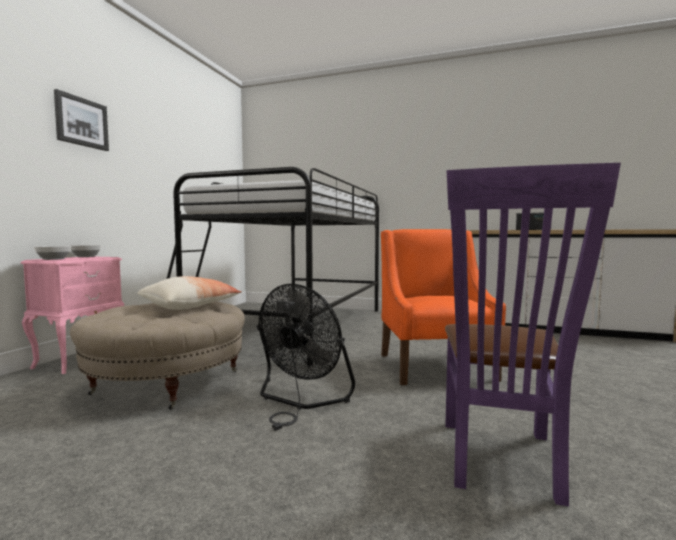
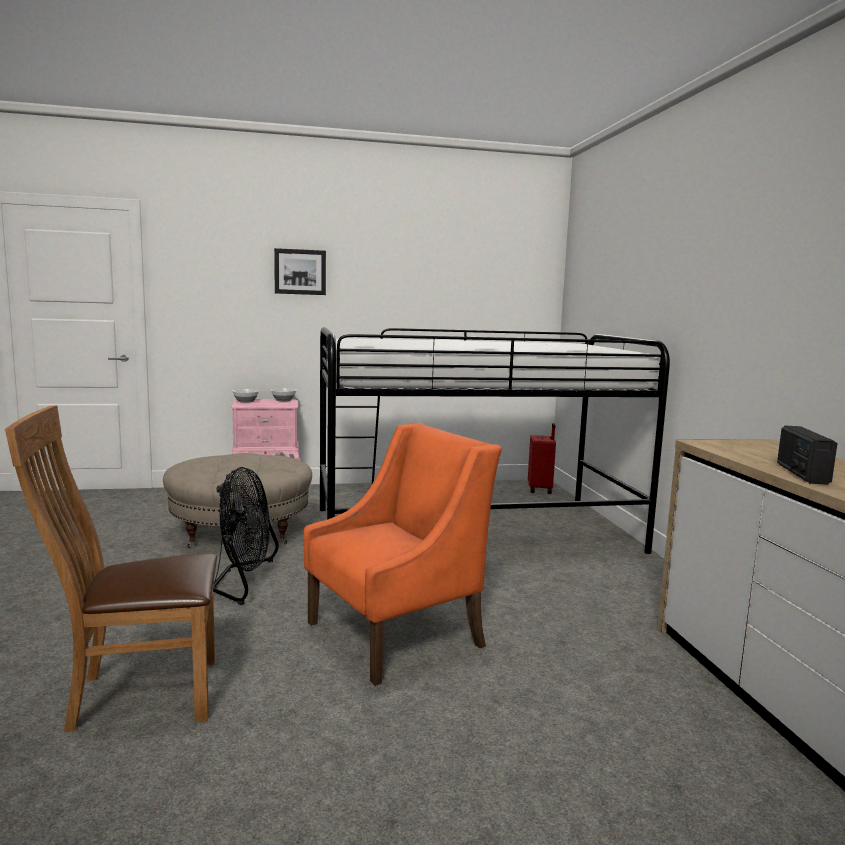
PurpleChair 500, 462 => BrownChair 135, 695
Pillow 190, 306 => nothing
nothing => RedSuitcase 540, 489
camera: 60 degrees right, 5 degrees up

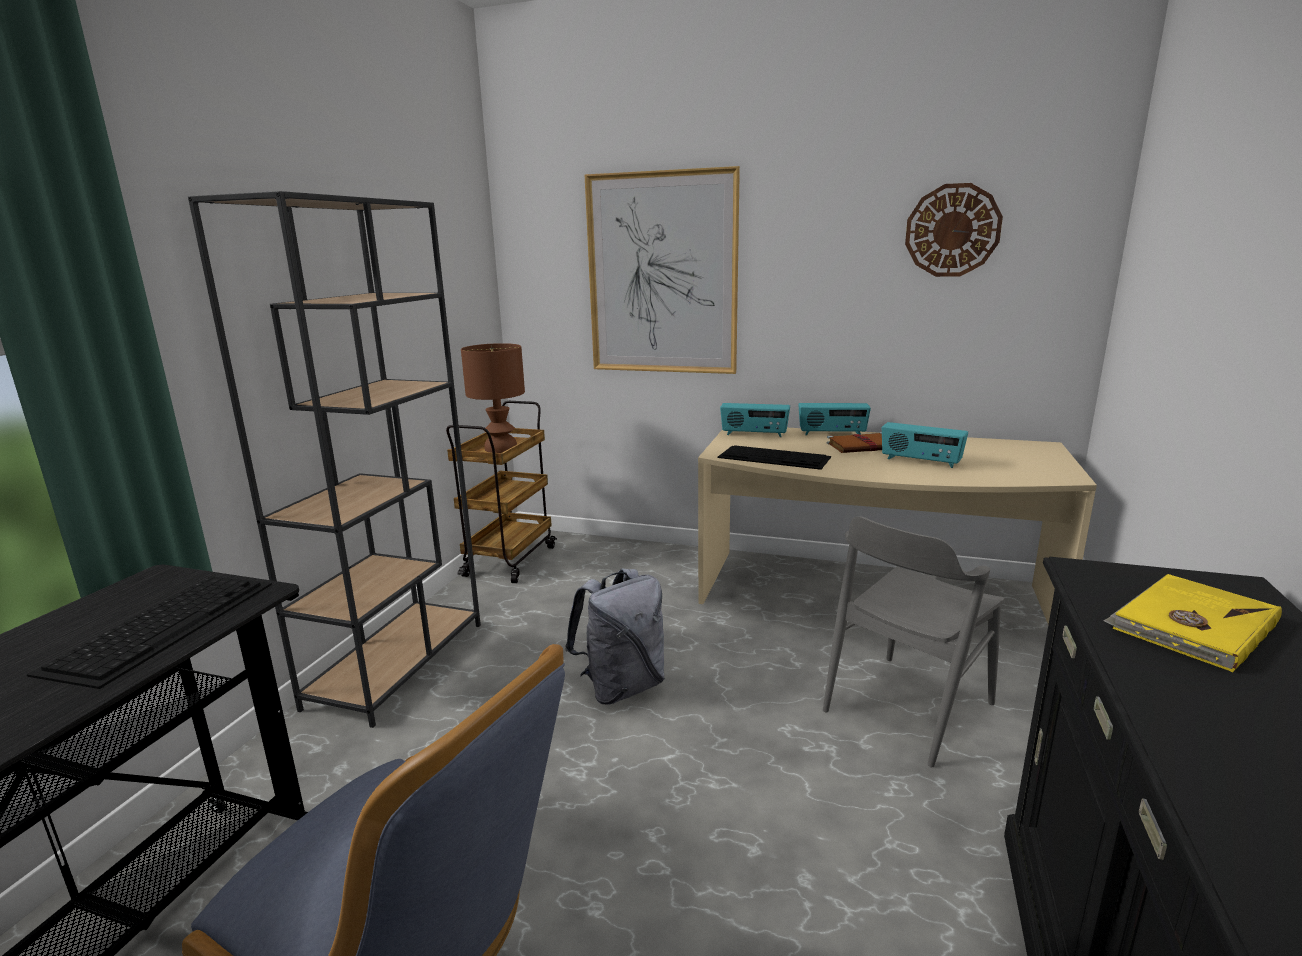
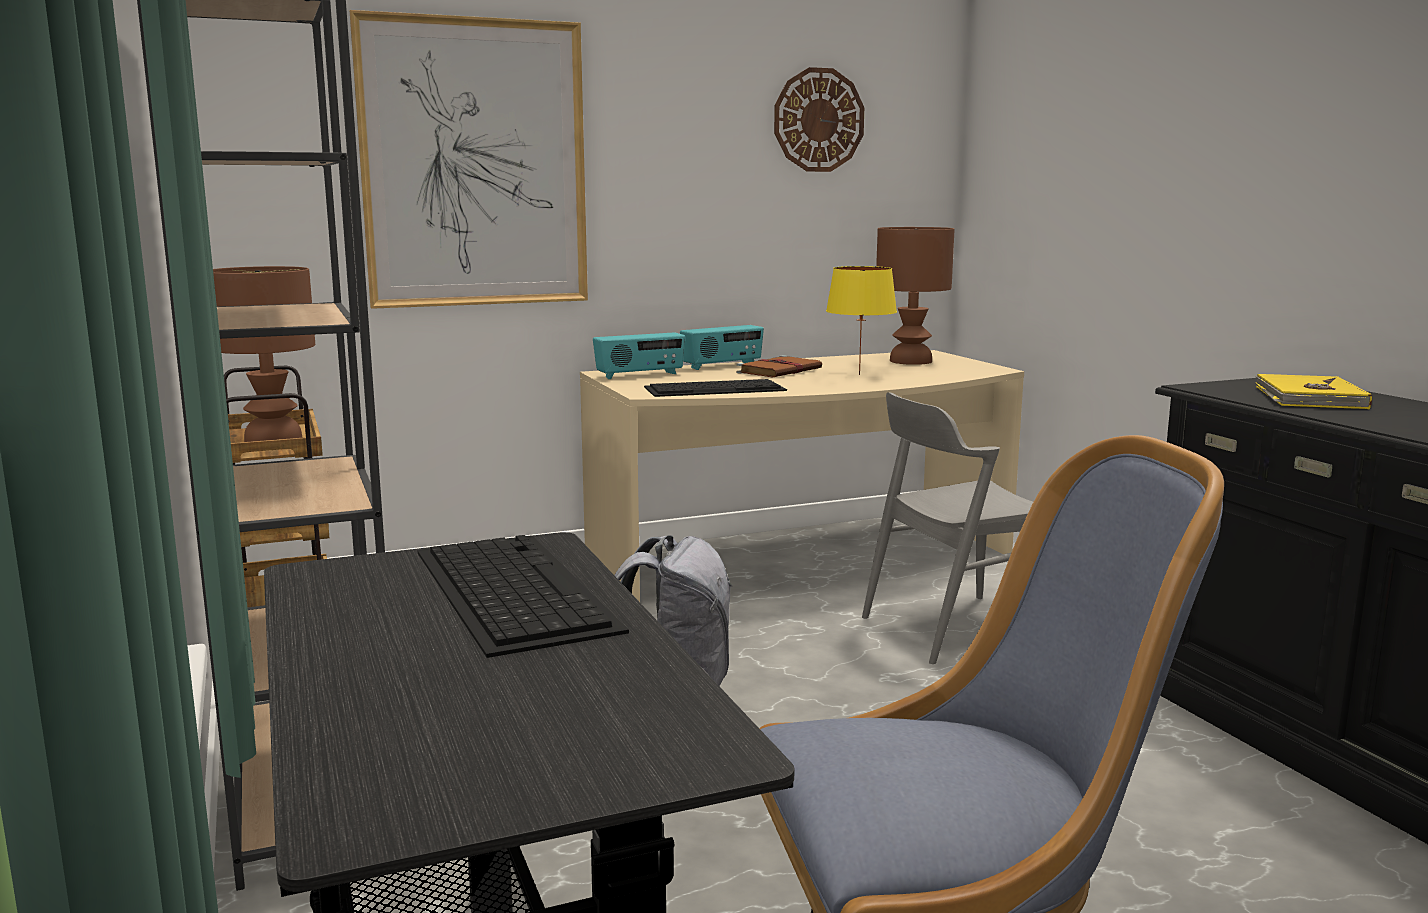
Radio 920, 462 => YellowTableLamp 859, 374
GreyChair 907, 707 => GreyChair 957, 628, 60 degrees clockwise
nothing => BrownTableLamp 909, 361
camera: 40 degrees left, 5 degrees down

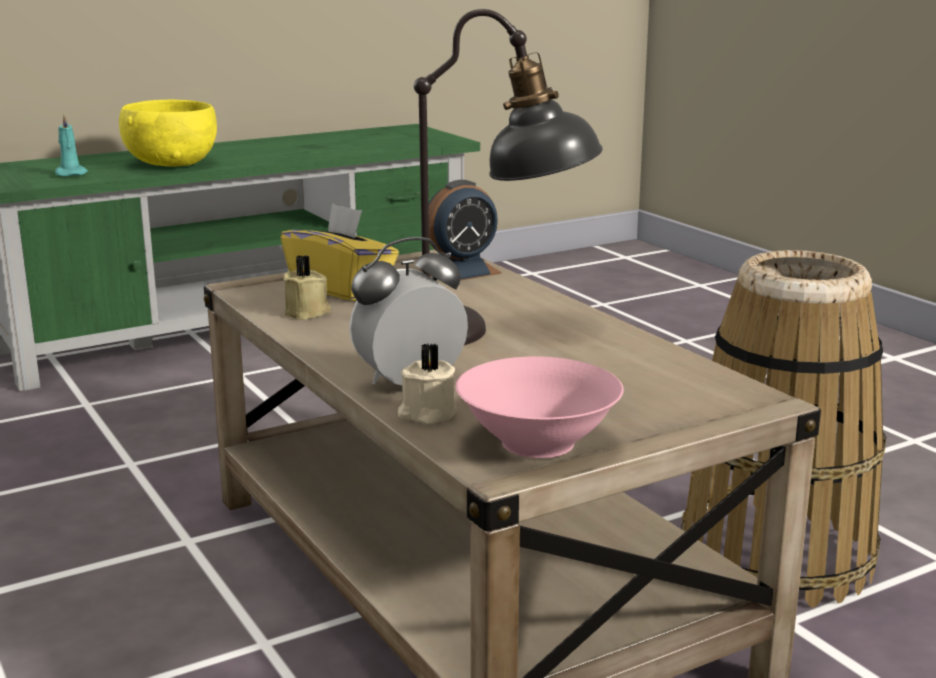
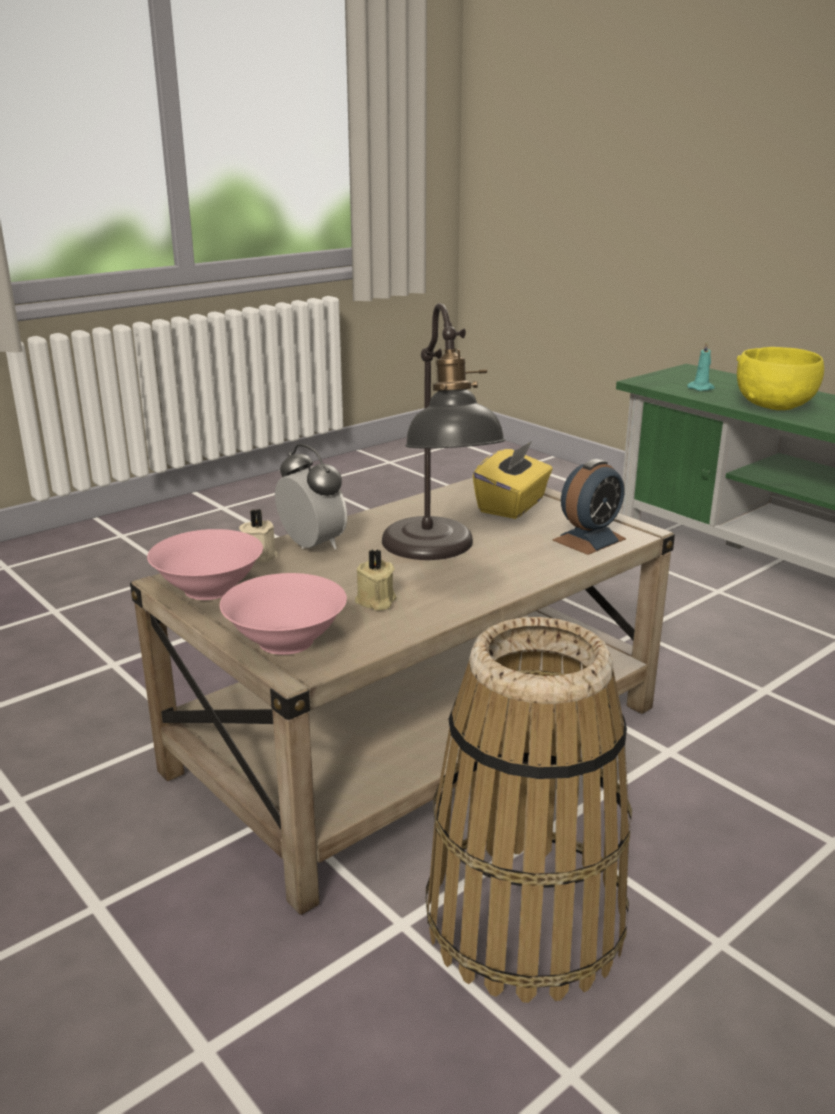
AlarmClock 460, 271 => AlarmClock 589, 539, 90 degrees counterclockwise
BeigeCandle 308, 313 => BeigeCandle 375, 601, relocated
nothing => PinkBowl 287, 641
camera: 80 degrees right, 5 degrees up

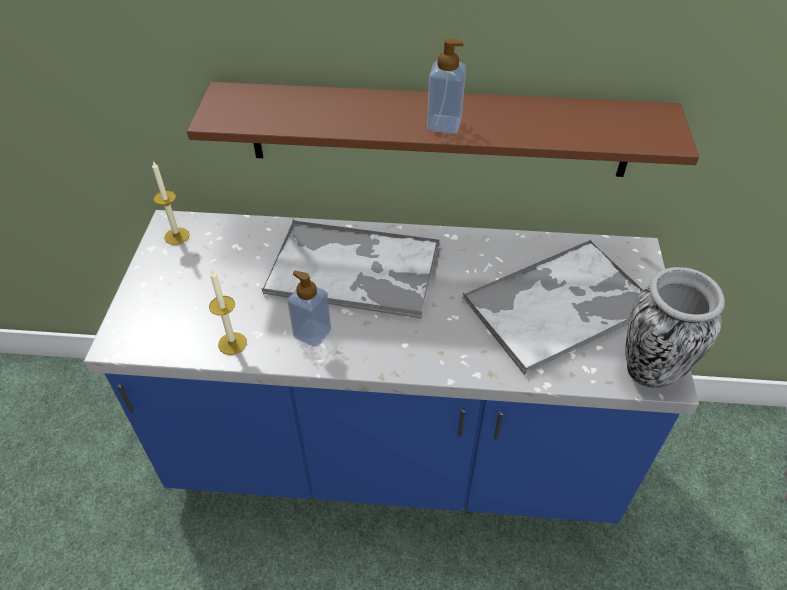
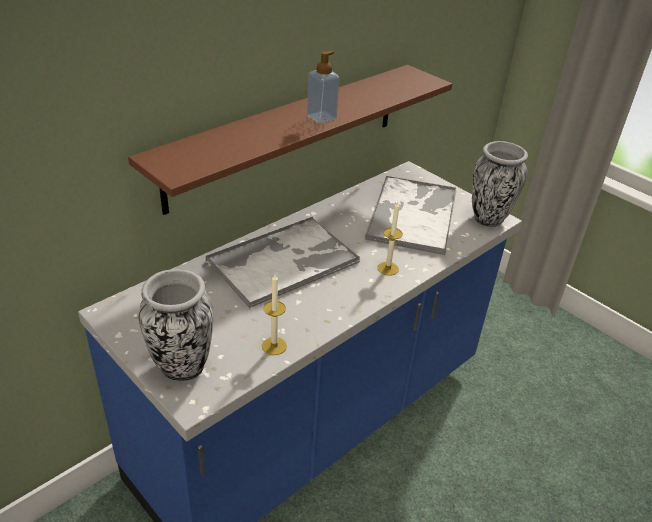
Candle 177, 236 => Candle 388, 268, relocated
SoapDispenser 312, 333 => nothing
nothing => Vase 182, 368
camera: 50 degrees left, 10 degrees down

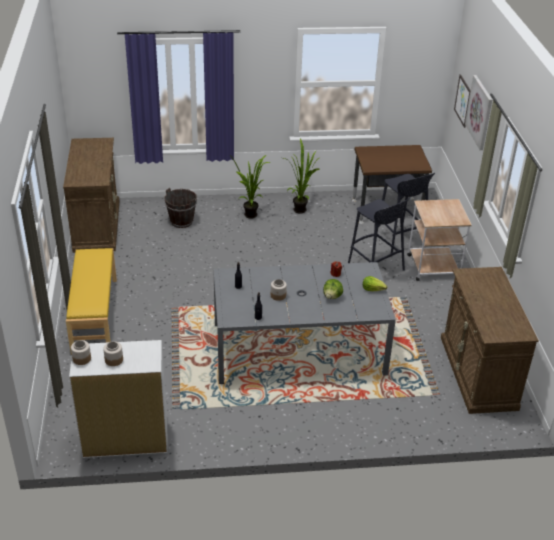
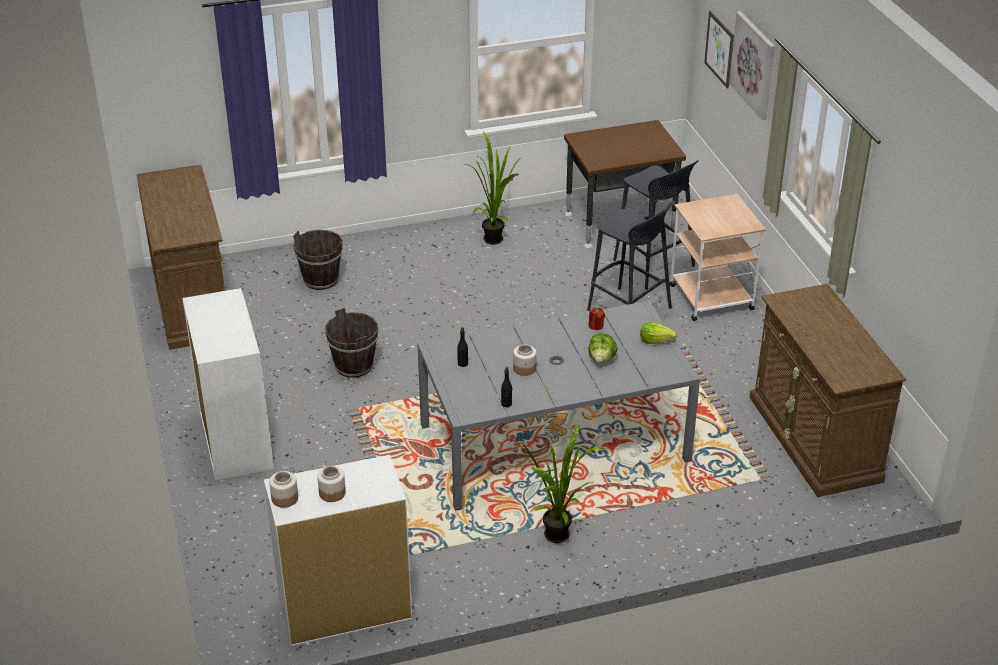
PottedPlant 252, 217 => PottedPlant 560, 539, relocated
YellowBench 94, 315 => WhiteCabinet 236, 439
nothing => BrownBucket 354, 366
camera: 10 degrees left, 0 degrees up

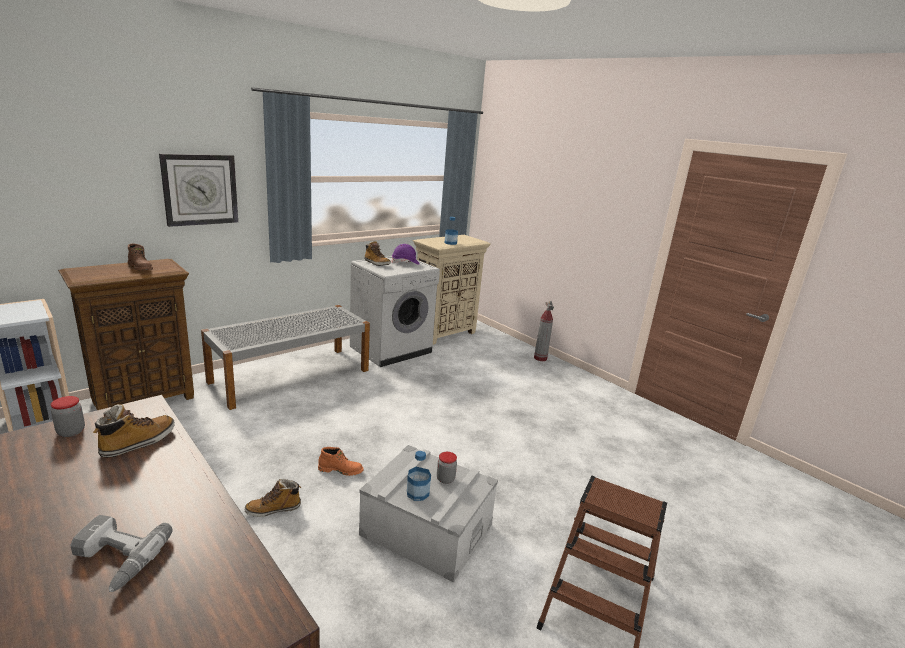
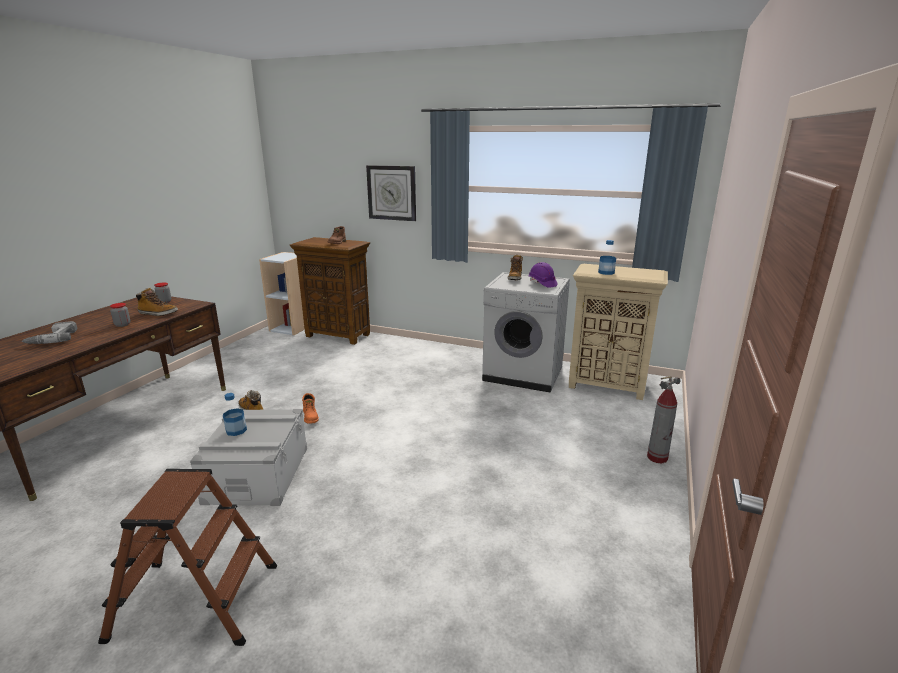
GreyBench 290, 376 => nothing
Jar 445, 479 => Jar 122, 324, relocated
camera: 65 degrees right, 0 degrees up

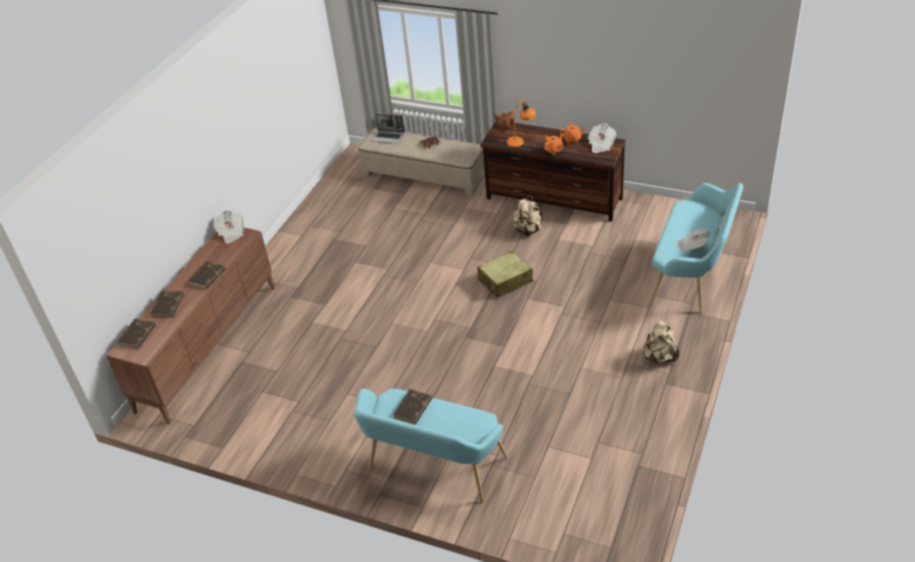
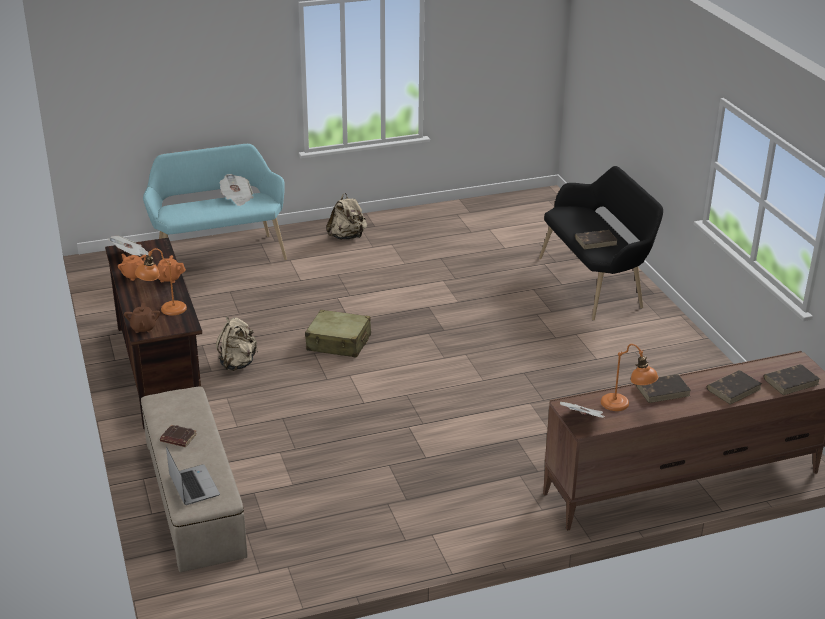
TurquoiseBench 433, 467 => BlackBench 596, 283
nothing => OrangeTableLamp 626, 406
camera: 135 degrees left, 10 degrees down

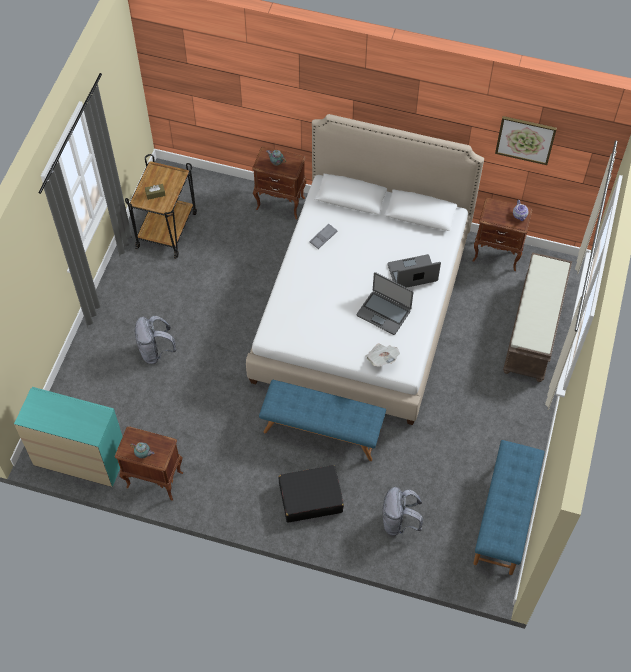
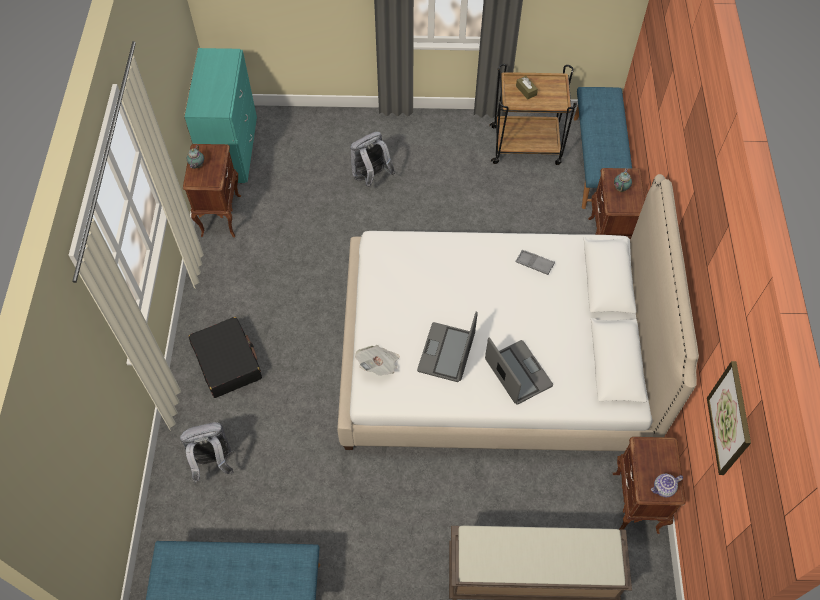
BlueBench 322, 430 => BlueBench 597, 162, relocated
camera: 75 degrees right, 0 degrees up

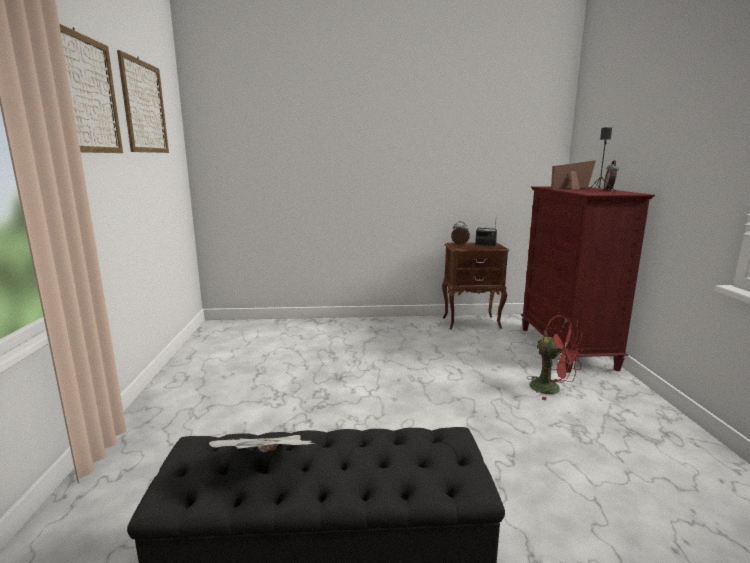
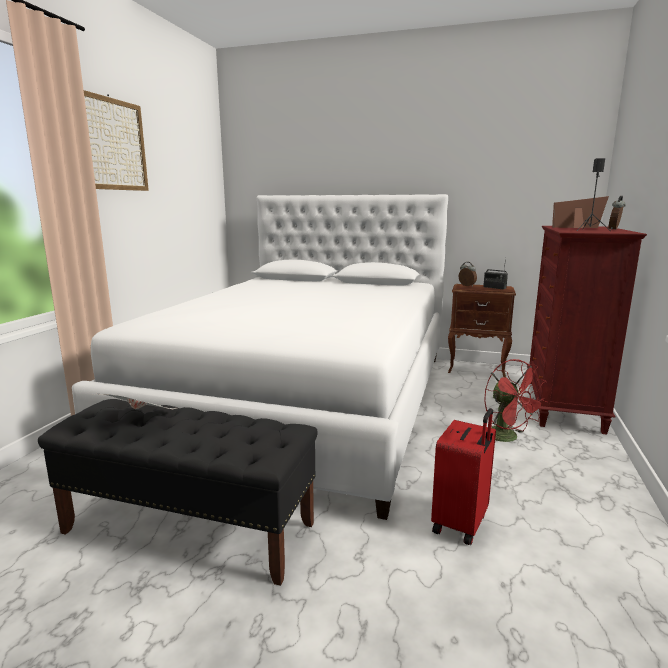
Picture 144, 105 => nothing
nothing => WhiteBed 305, 399
nothing => RedSuitcase 461, 524
camera: 20 degrees right, 0 degrees up

